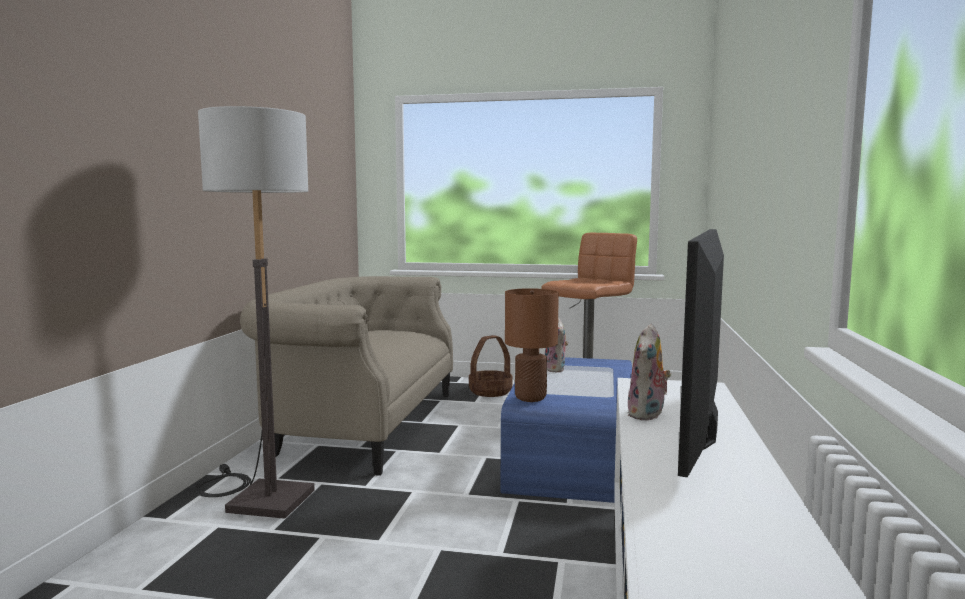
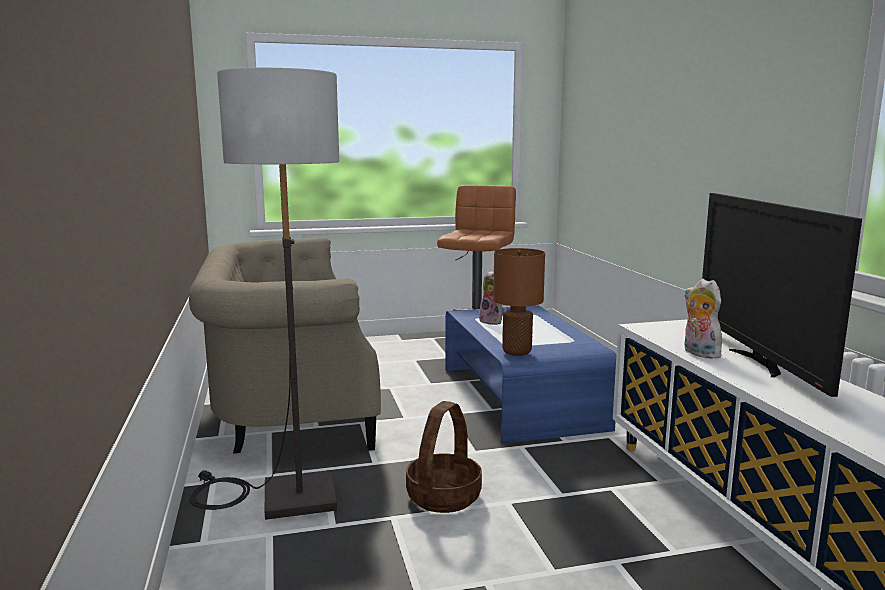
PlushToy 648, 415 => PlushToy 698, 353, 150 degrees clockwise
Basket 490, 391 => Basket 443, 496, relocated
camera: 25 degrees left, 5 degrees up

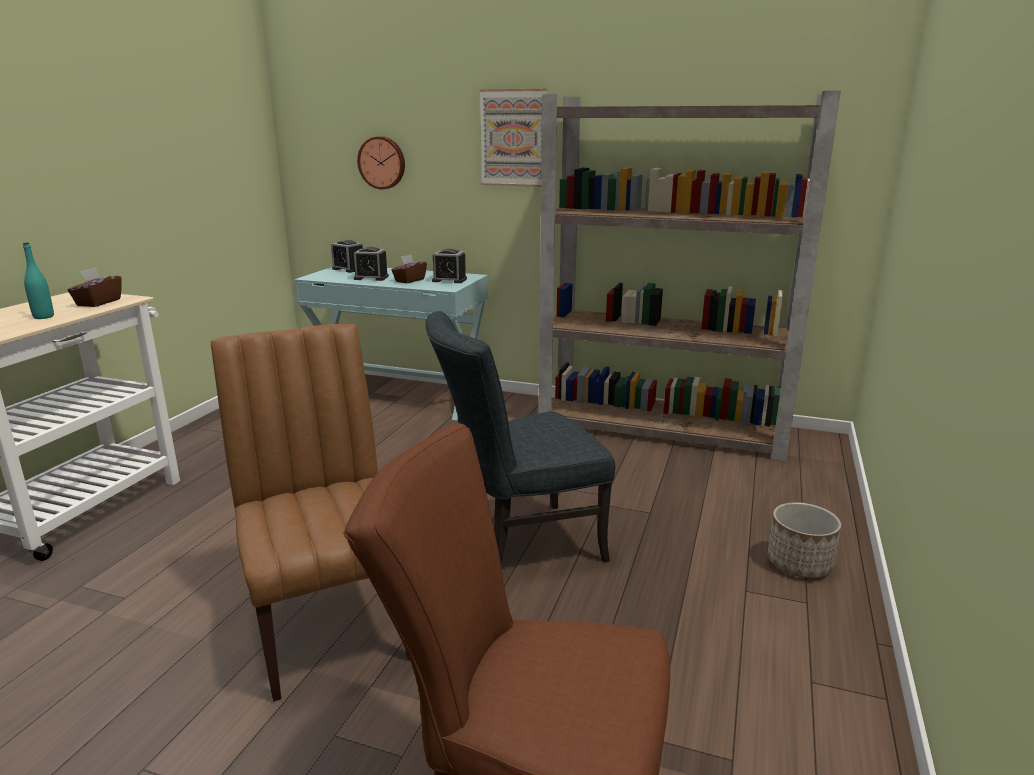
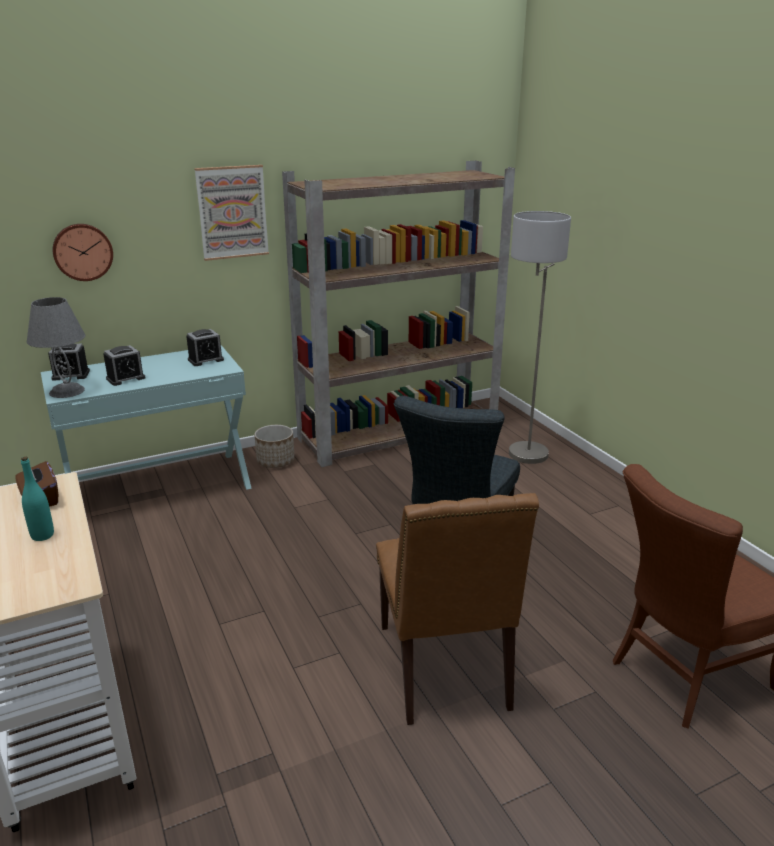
BrownTissueBox 409, 280 => nothing
BrownChair 330, 625 => BrownChair 442, 665, 120 degrees counterclockwise
Planter 799, 564 => Planter 276, 461, relocated
nothing => GreyFloorLamp 523, 459
nothing => GreyTableLamp 67, 391
camera: 45 degrees left, 5 degrees up

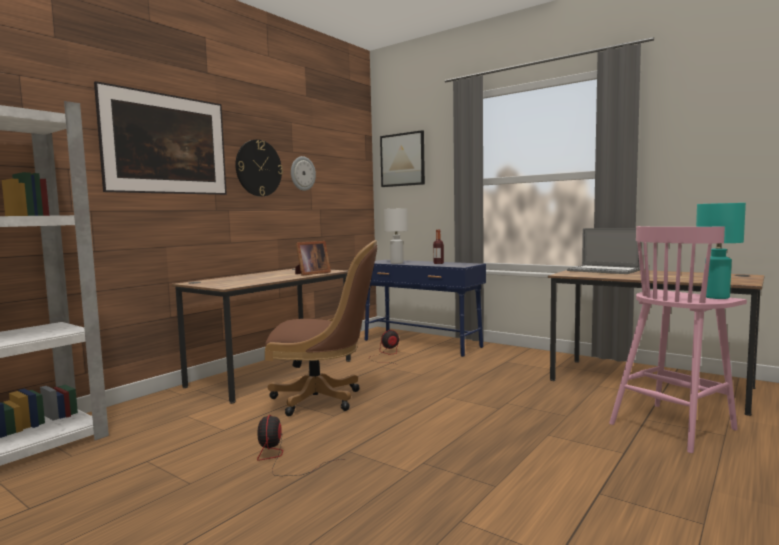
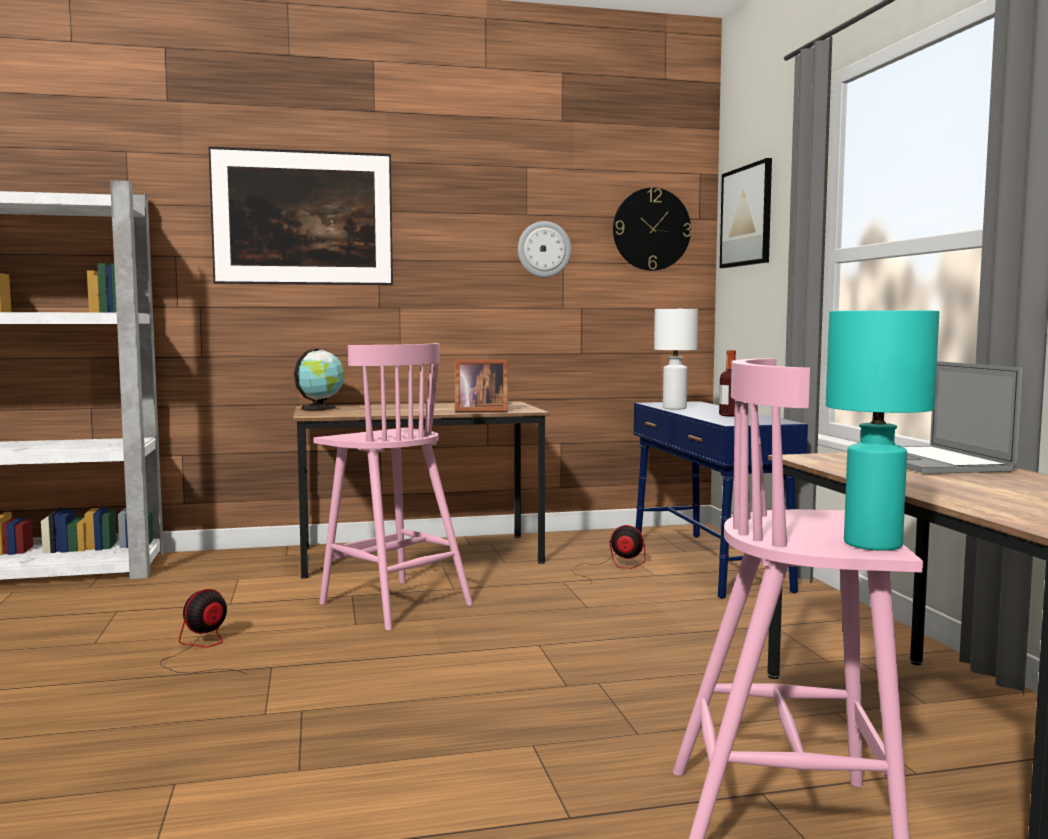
WallClock 258, 168 => WallClock 651, 229, relocated
BrownOfficeChair 324, 400 => PinkStool 392, 603
nothing => Globe 320, 408
camera: 40 degrees right, 0 degrees up

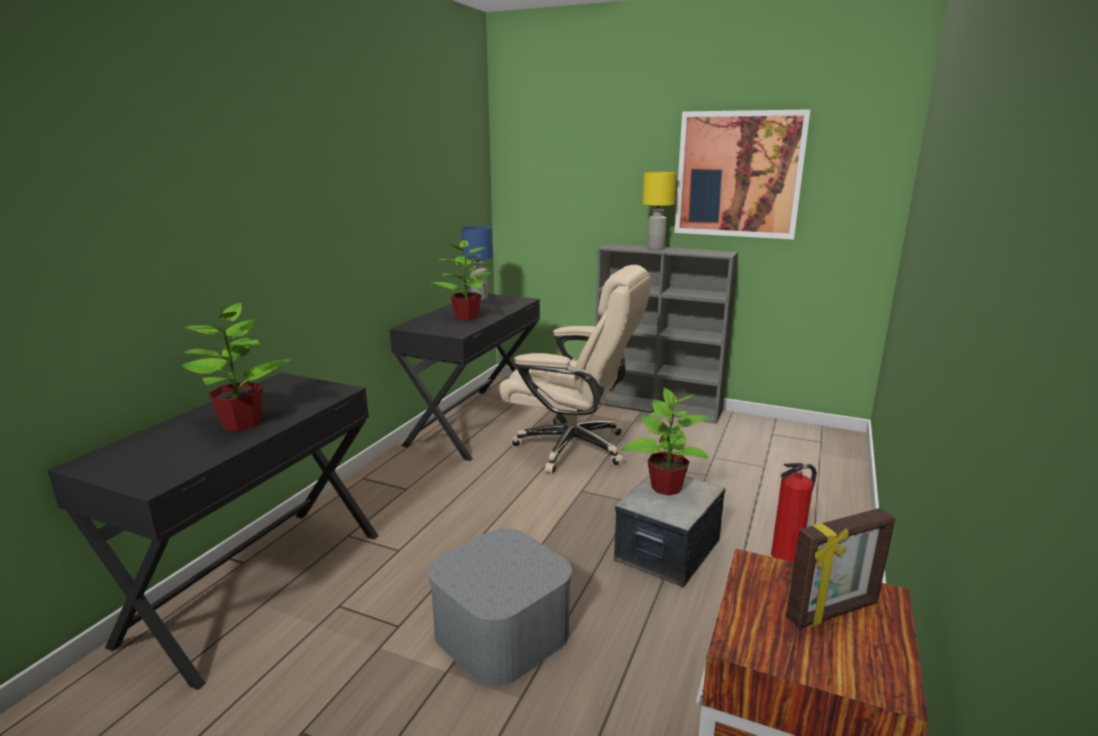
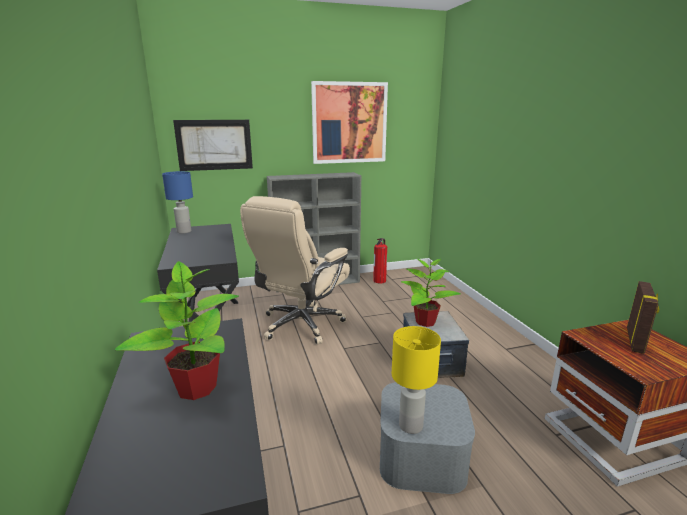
YellowTableLamp 655, 248 => YellowTableLamp 410, 426, relocated
PottedPlant 466, 317 => nothing
BeigeOfficeChair 572, 448 => BeigeOfficeChair 302, 324, 135 degrees clockwise
FireExtinguisher 787, 555 => FireExtinguisher 379, 280, relocated
nothing => Picture 214, 145
camera: 40 degrees left, 0 degrees up

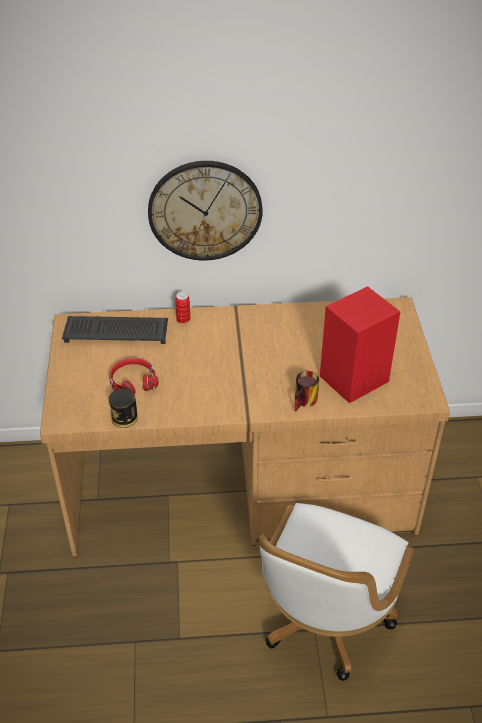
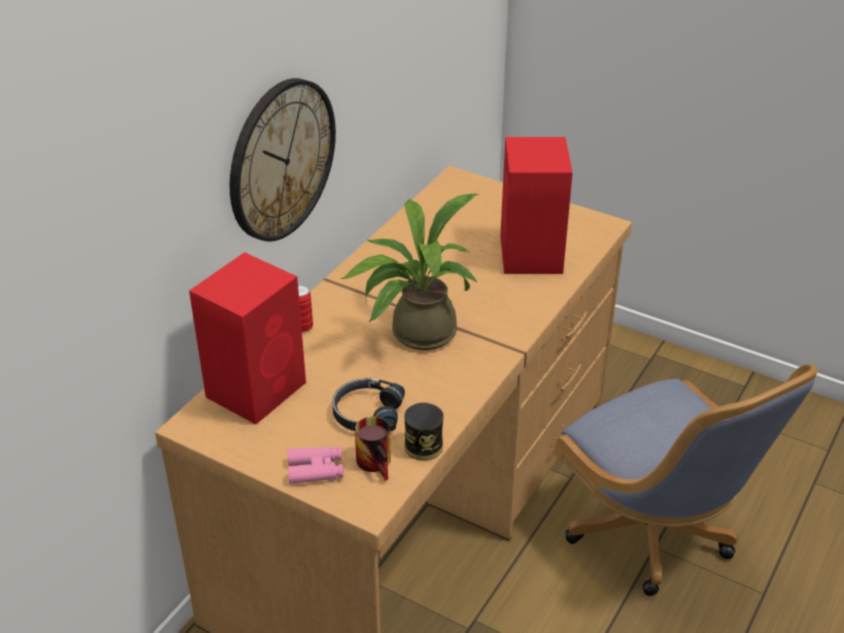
Keyboard 117, 330 => RedSpeaker 258, 388
RedHeadphones 132, 381 => BlackHeadphones 367, 413
Mug 306, 402 => Mug 379, 463, relocated
WhiteOfficeChair 322, 629 => BlueOfficeChair 658, 540
nothing => PottedPlant 415, 333
nothing => PinkBinoculars 316, 470
camera: 55 degrees left, 5 degrees down

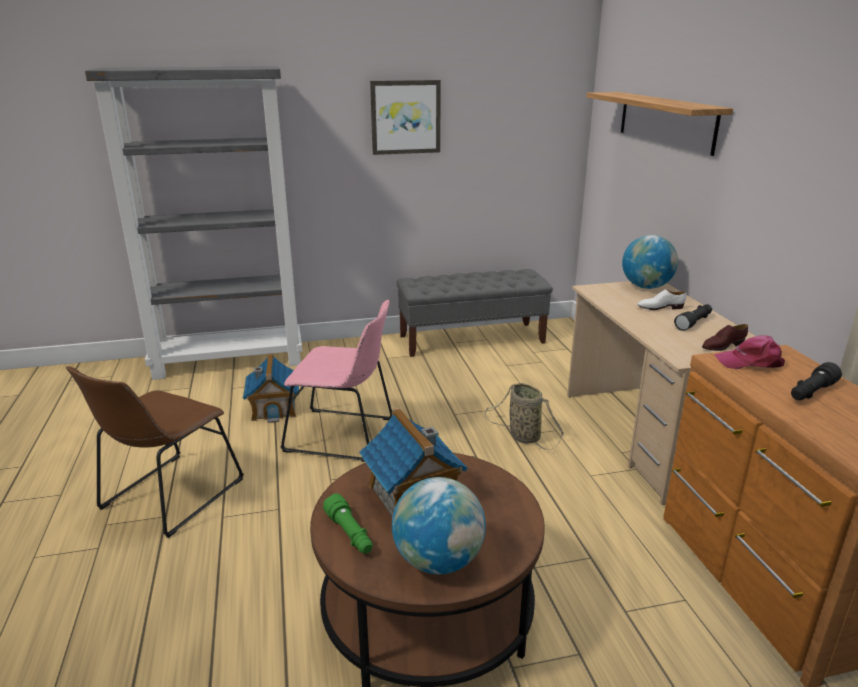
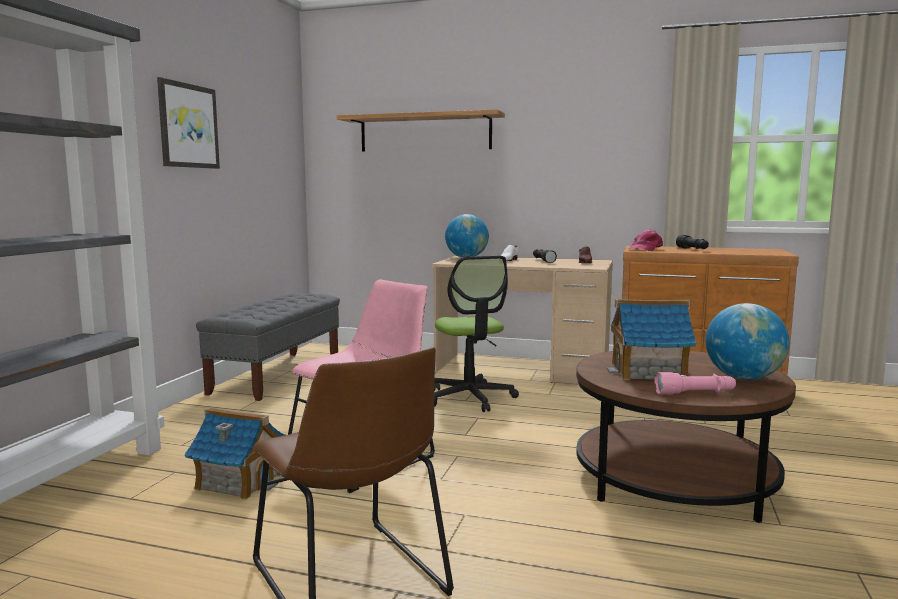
Basket 522, 436 => OfficeChair 470, 398
GreenFlashlight 350, 534 => PinkFlashlight 695, 393
camera: 60 degrees left, 15 degrees down

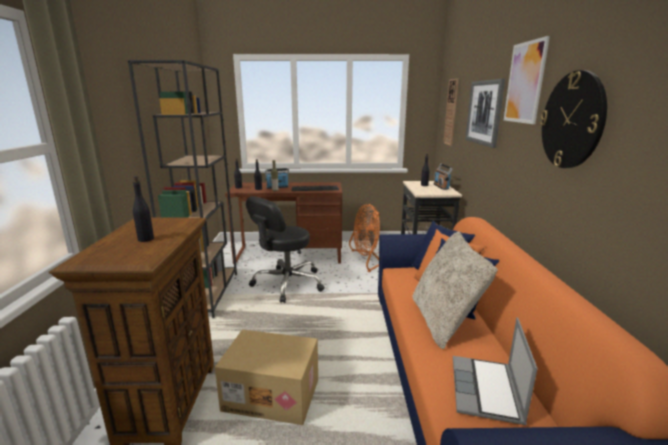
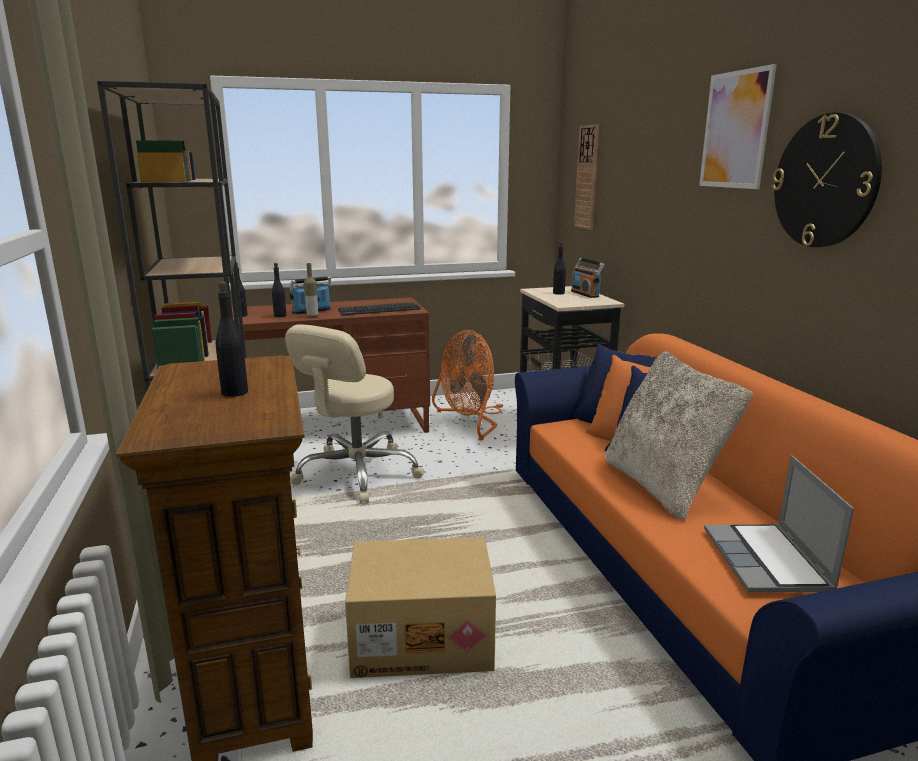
Picture 484, 112 => nothing
BlackOfficeChair 285, 285 => BeigeOfficeChair 354, 475
camera: 15 degrees left, 0 degrees up

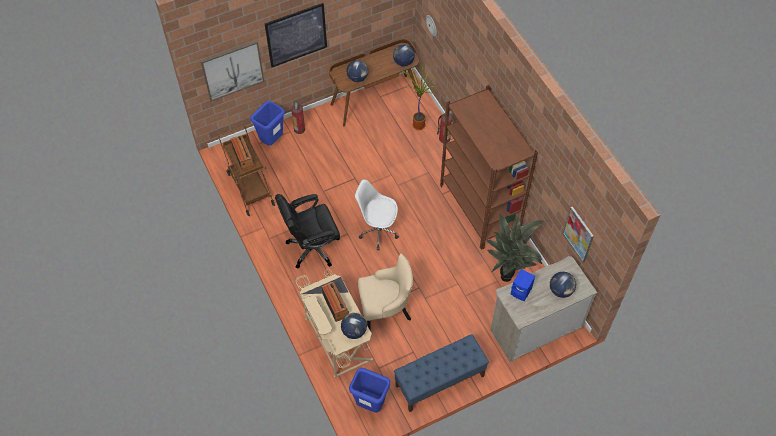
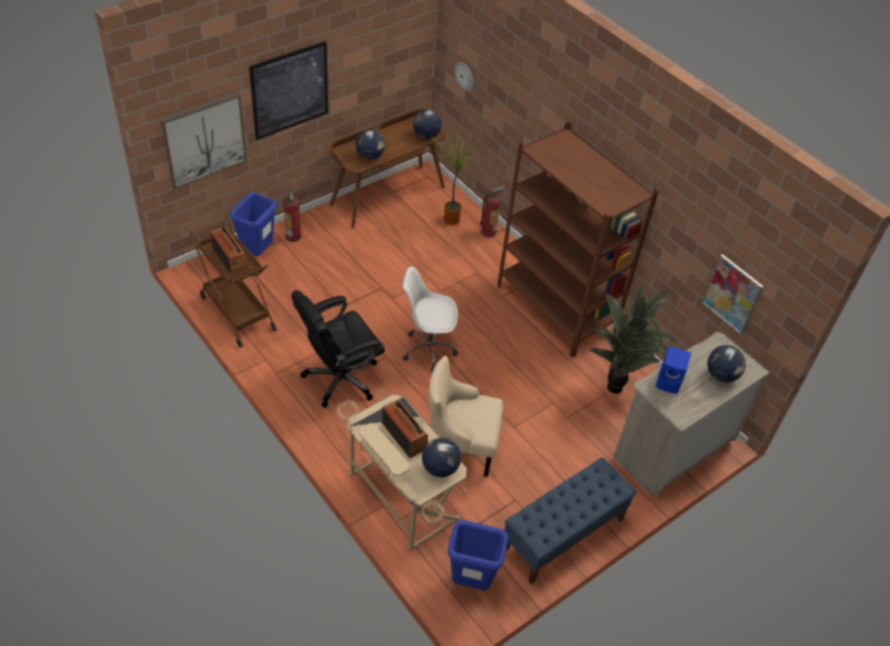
BeigeChair 385, 309 => BeigeChair 461, 447, 150 degrees counterclockwise
camera: 15 degrees left, 10 degrees down

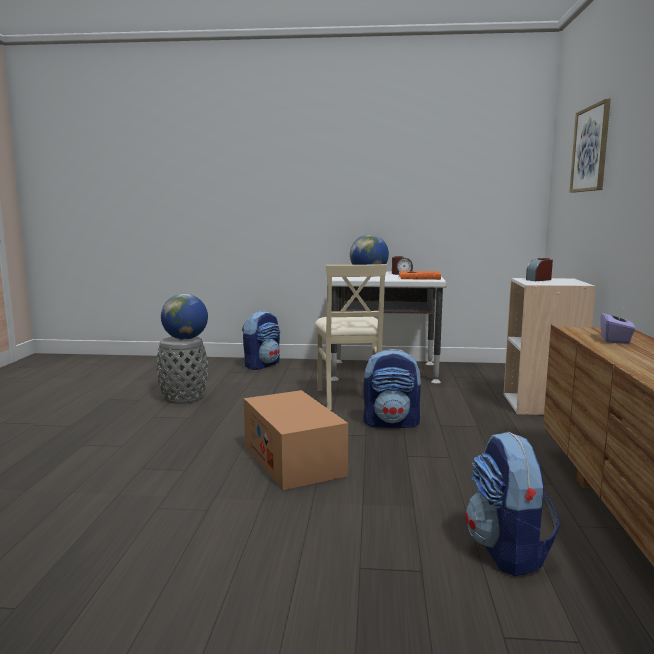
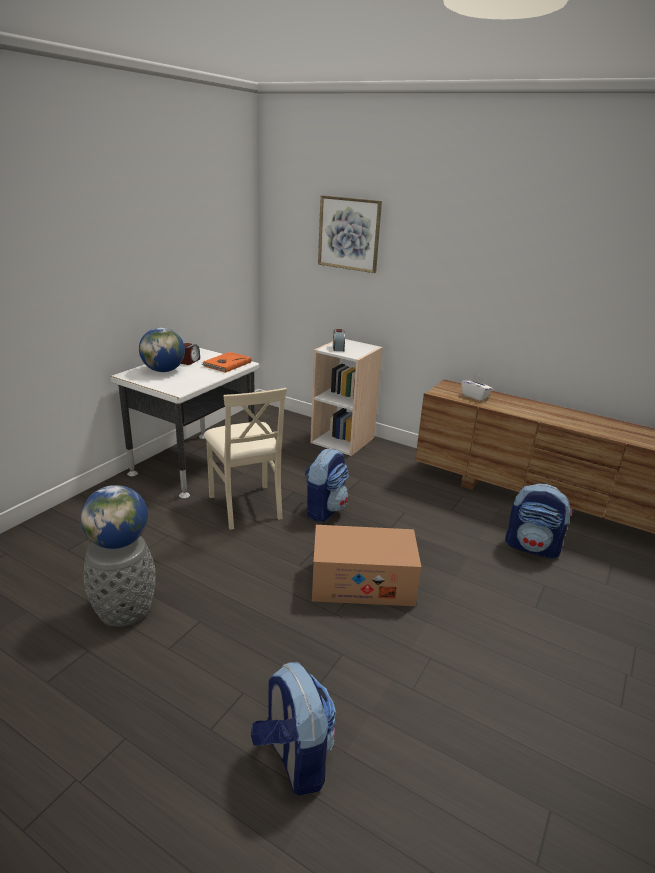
BeigeChair 350, 398 => BeigeChair 246, 506, 45 degrees clockwise
PurpleTissueBox 615, 340 => WhiteTissueBox 475, 396
Backpack 262, 365 => Backpack 294, 758, relocated
camera: 65 degrees left, 15 degrees up

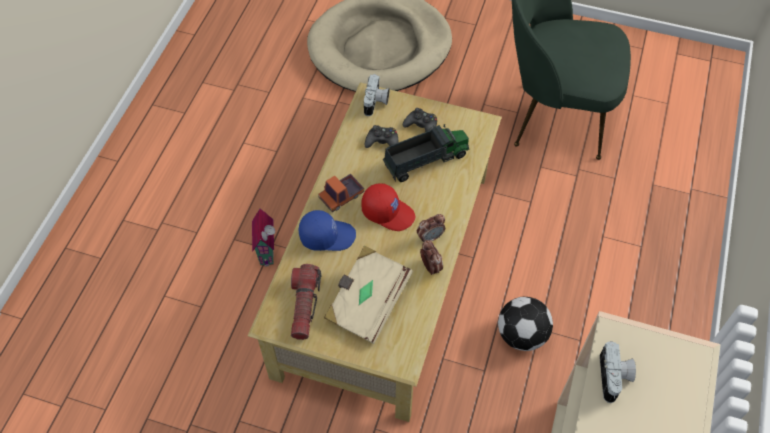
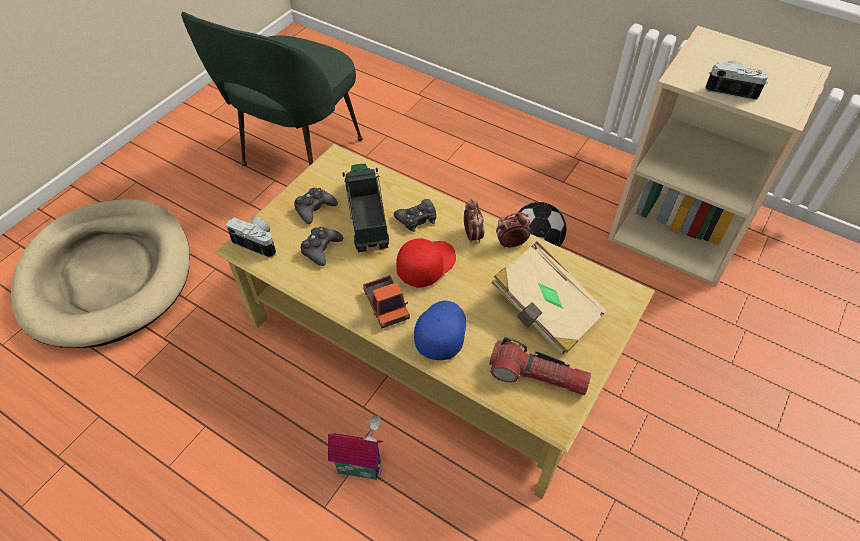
nothing => BlackGameController 417, 219
camera: 75 degrees left, 5 degrees down

